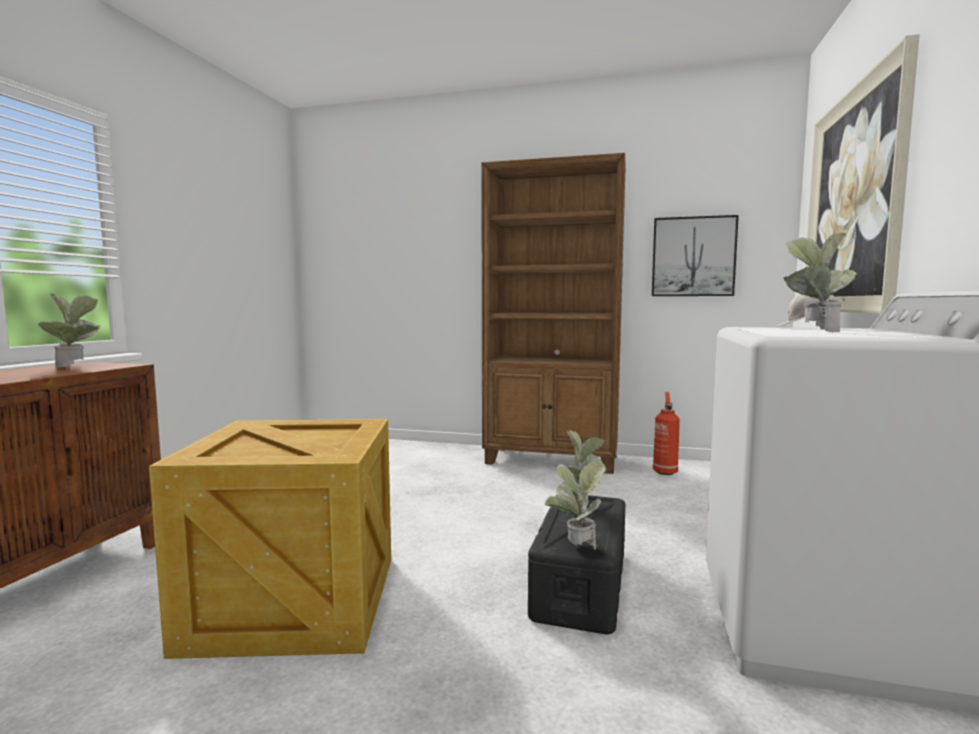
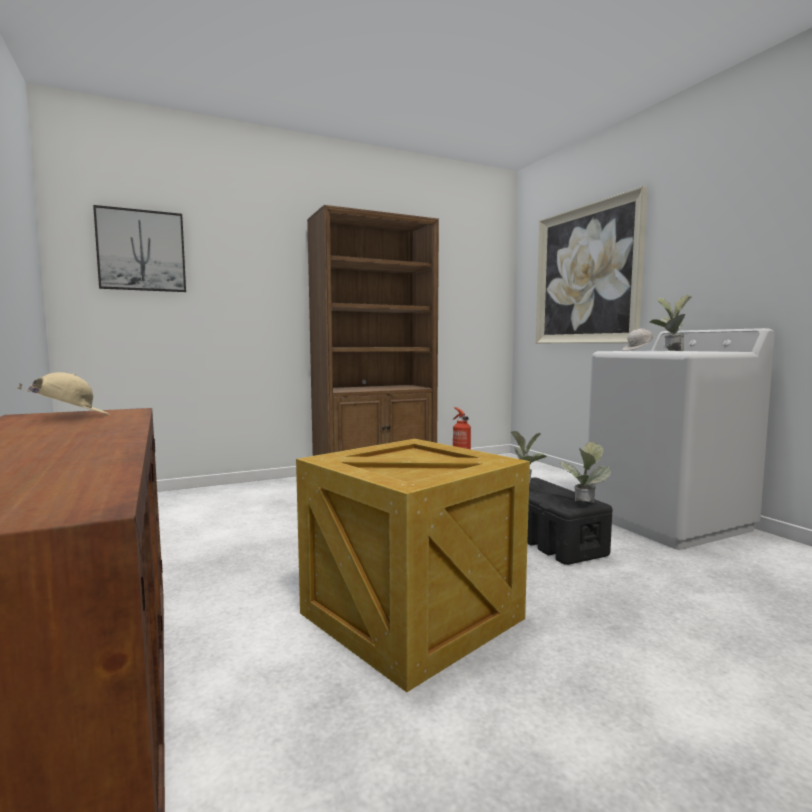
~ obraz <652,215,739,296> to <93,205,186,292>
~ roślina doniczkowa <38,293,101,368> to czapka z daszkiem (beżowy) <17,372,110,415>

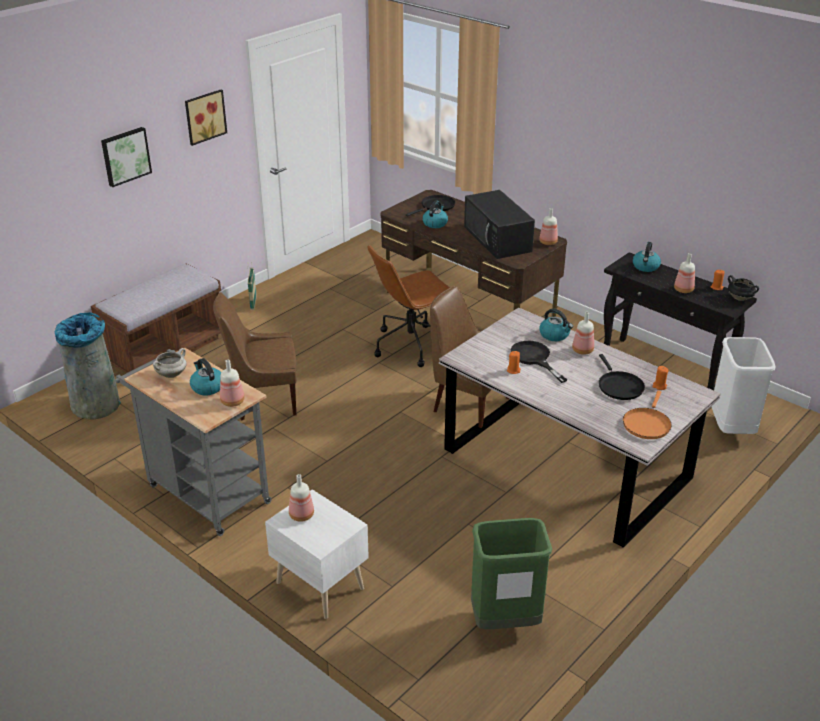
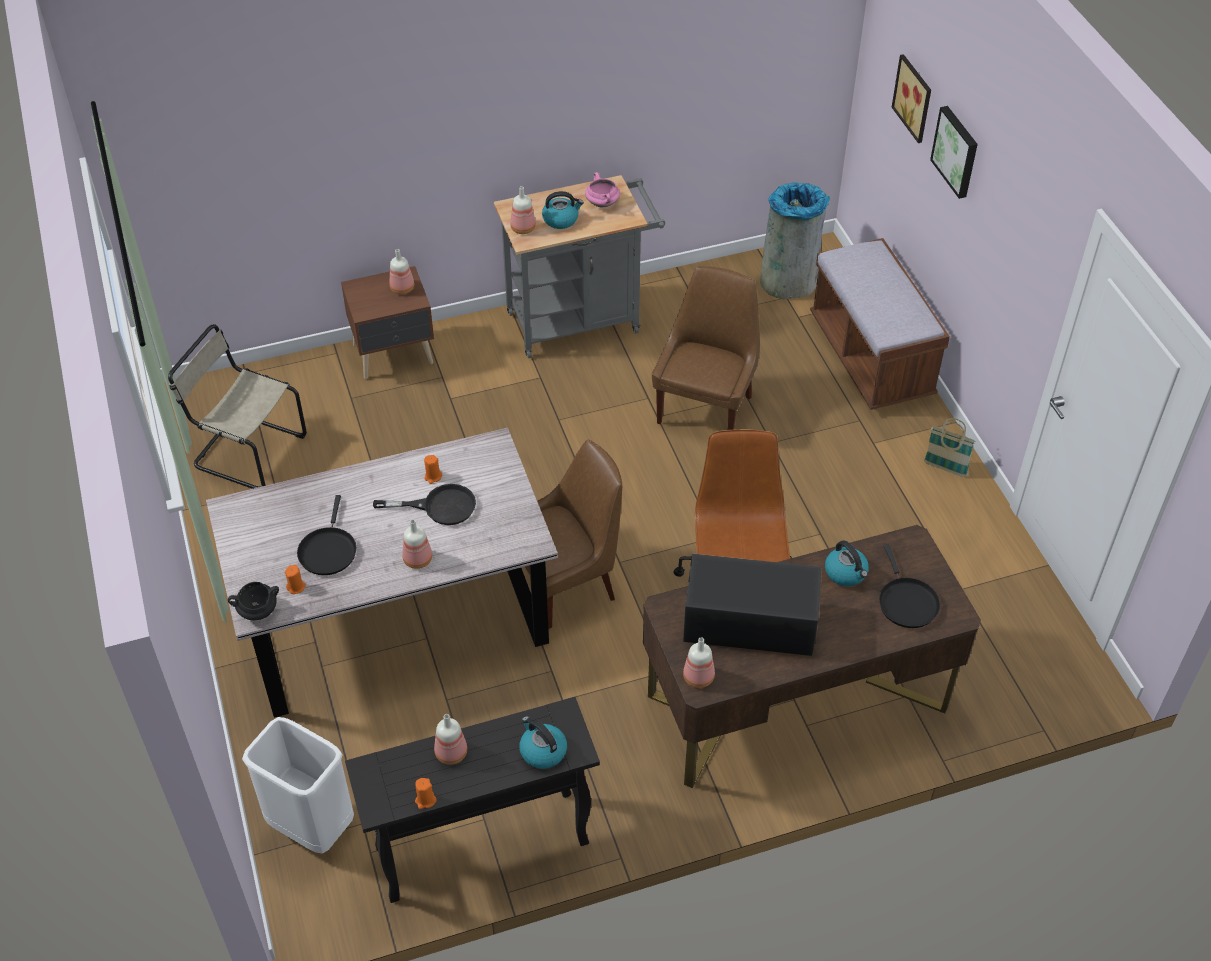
- czajnik <539,309,573,341>
- patelnia (pomarańczowy) <623,390,672,439>
~ obraz <185,90,227,146> to <892,54,931,143>
~ garnek (czarny) <728,275,759,301> to <228,582,279,620>
~ kosz na śmieci (zielony) <471,518,552,629> to krzesło (beżowy) <168,324,307,489>
~ garnek (biały) <153,348,187,378> to garnek (różowy) <585,172,620,207>
~ szafka nocna (biały) <265,489,369,619> to szafka nocna (brązowy) <341,266,434,379>
~ patelnia (czarny) <599,354,645,400> = <297,495,356,575> 105 degrees counterclockwise

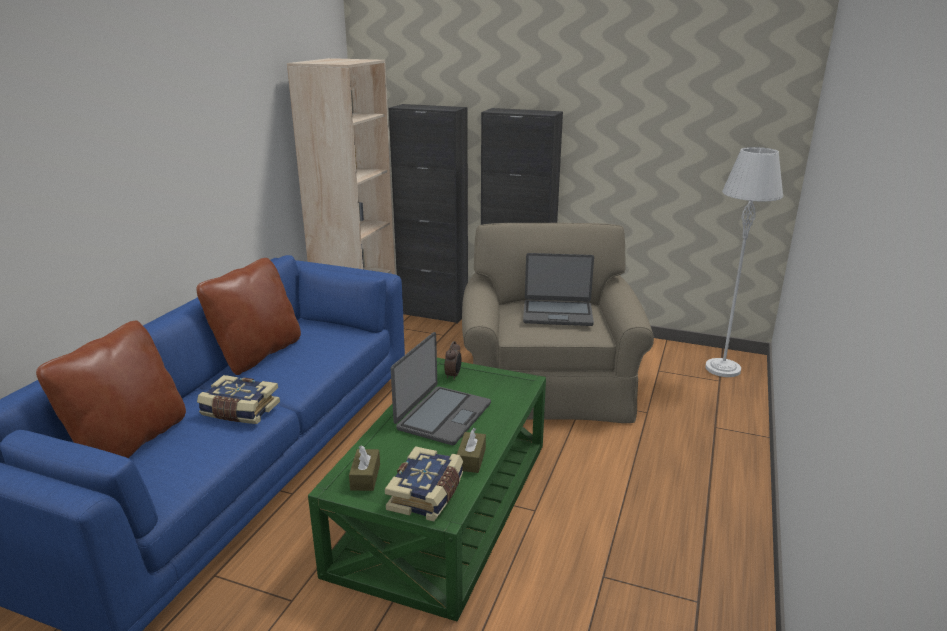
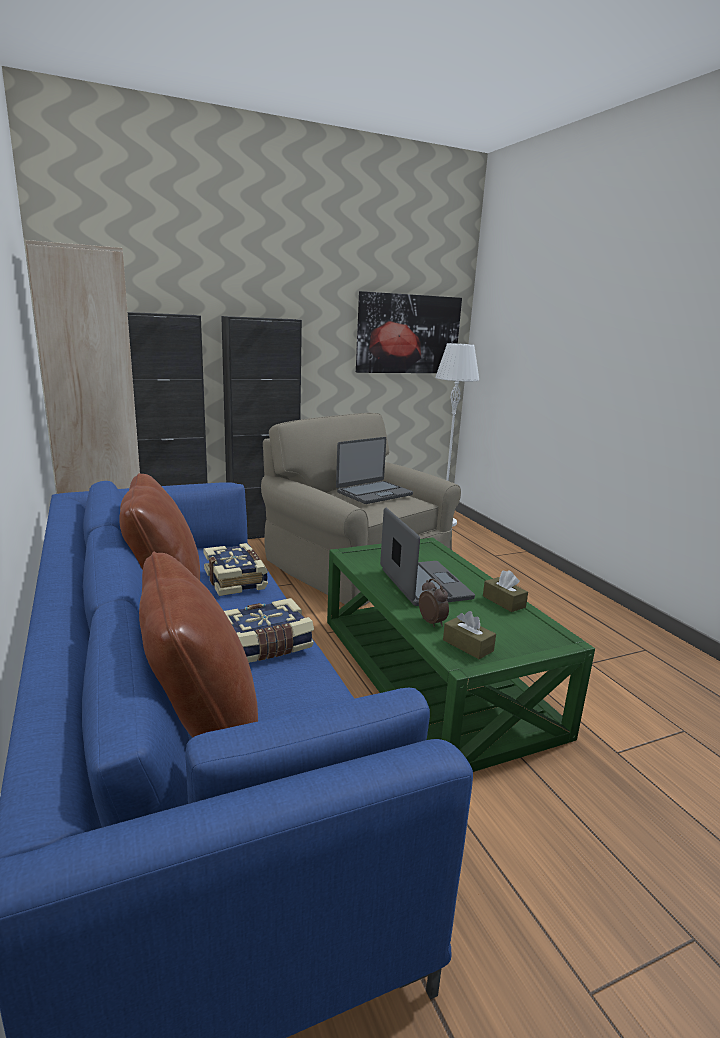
+ obraz <356,291,462,373>
~ książka <385,446,463,521> to <203,543,268,596>
~ budzik <444,341,462,380> to <419,578,449,627>

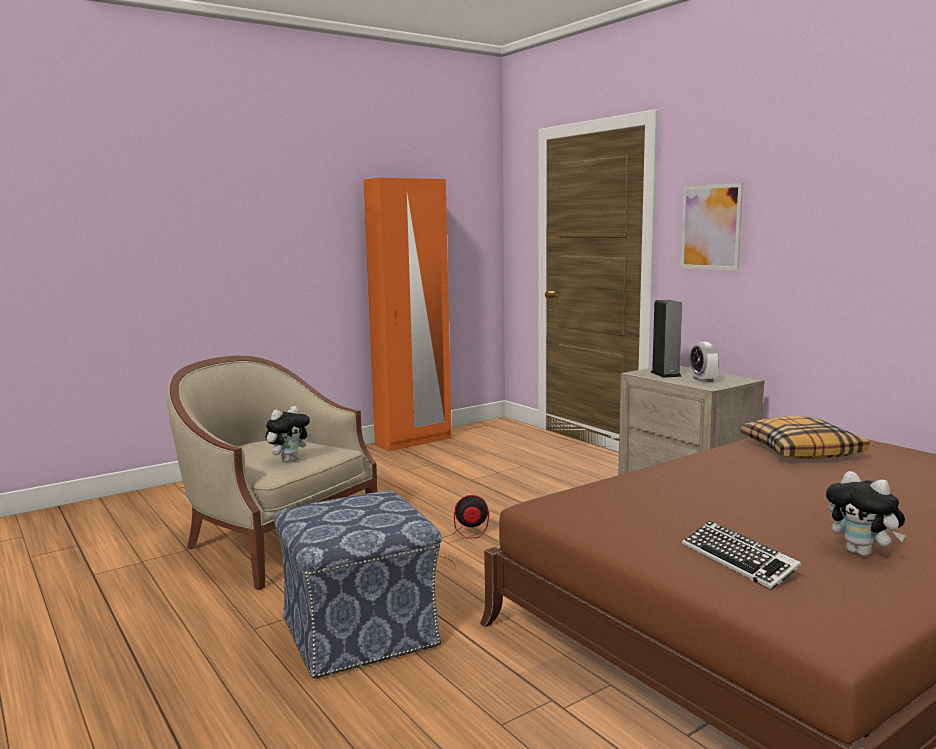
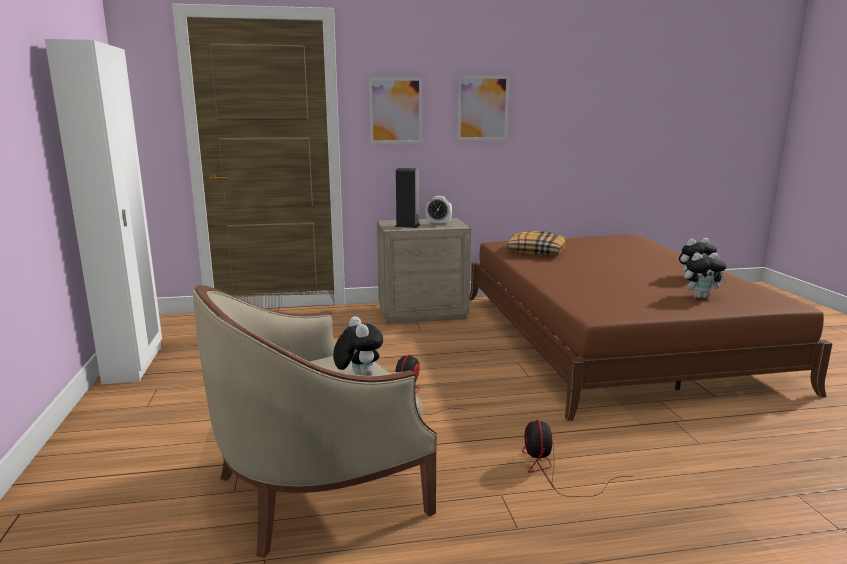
+ obraz <457,76,509,140>
~ pufa <274,491,442,679> to wentylator <522,420,633,497>
~ klawiatura <682,521,802,590> to pluszak <684,253,727,298>
~ szafa (pomarańczowy) <363,178,451,452> to szafa (biały) <45,39,162,384>

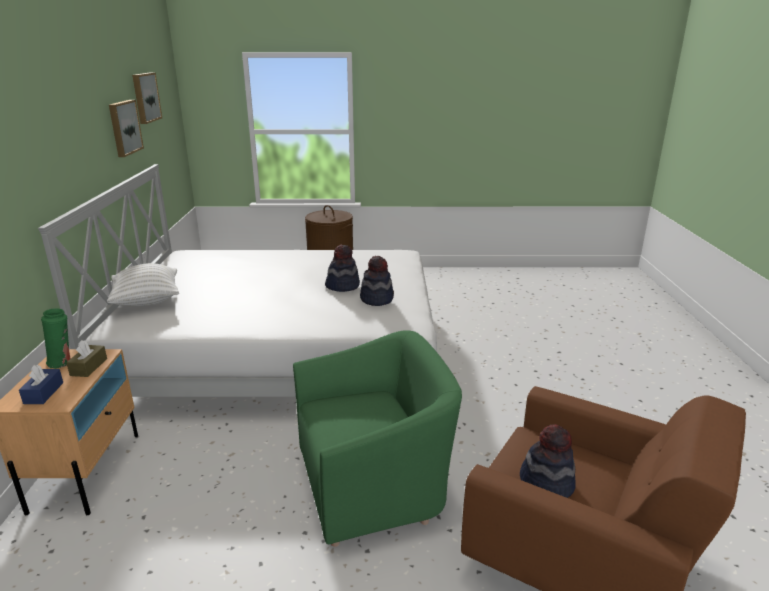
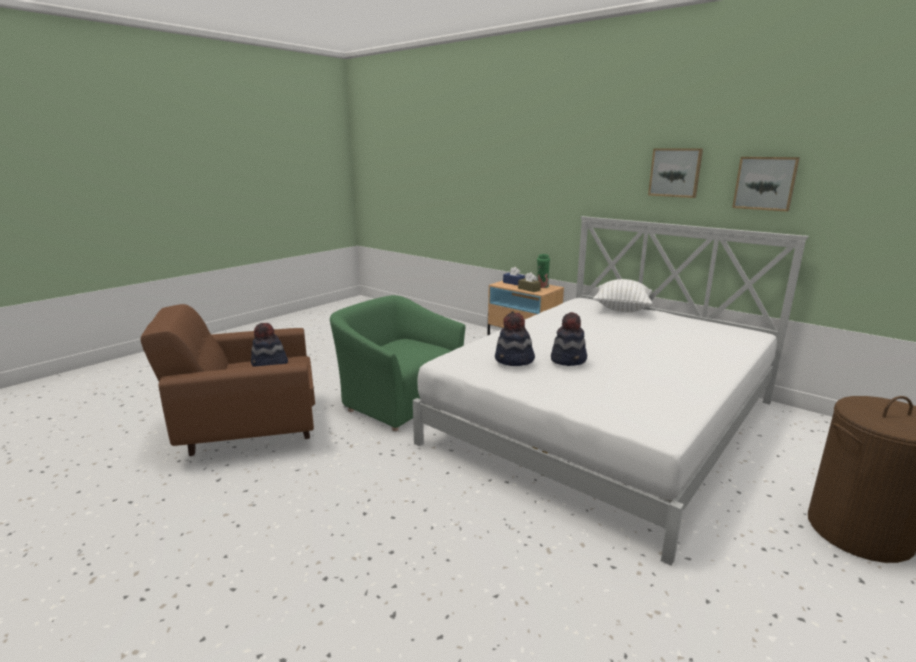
~ obraz <132,72,162,124> to <648,148,703,198>
~ fotel (zielony) <293,330,462,547> = <330,295,466,431> 105 degrees clockwise

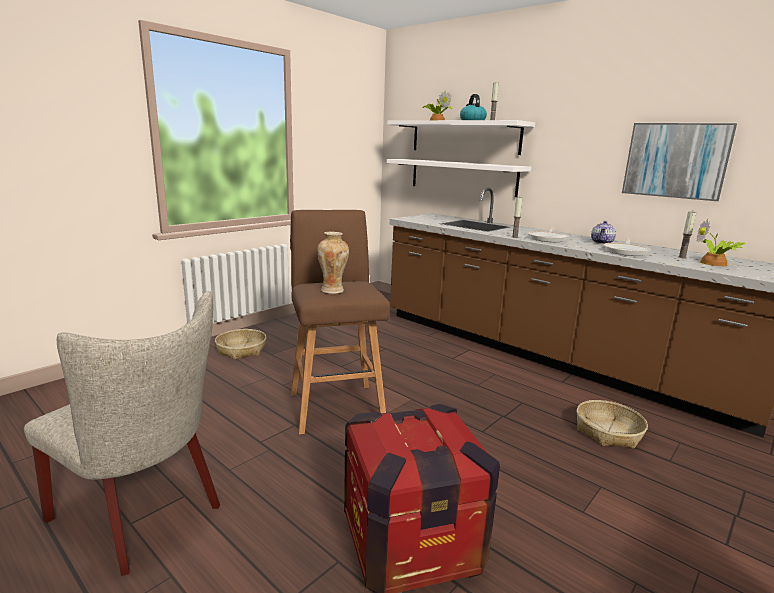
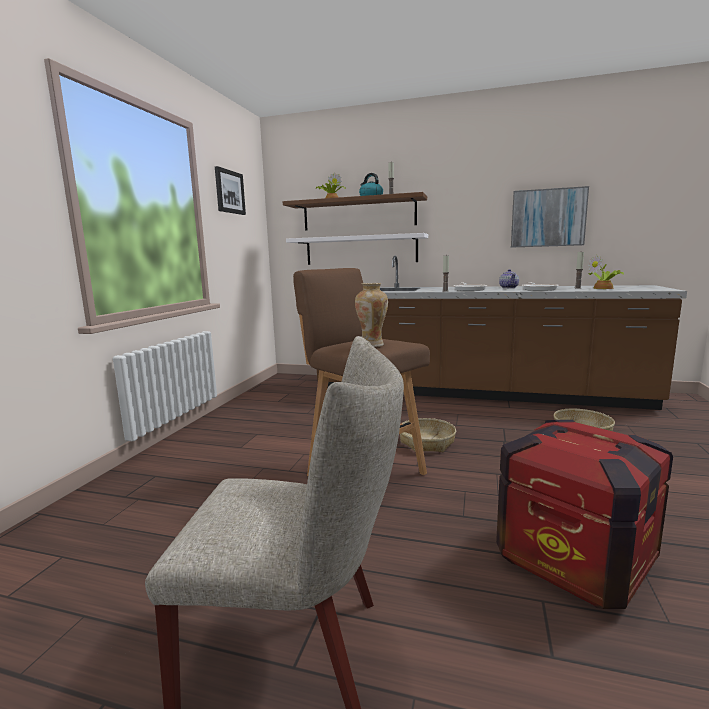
+ obraz <215,166,246,215>
~ koszyk <215,329,266,360> to <400,418,456,452>
~ półka (biały) <387,120,535,155> to półka (brązowy) <283,192,427,230>

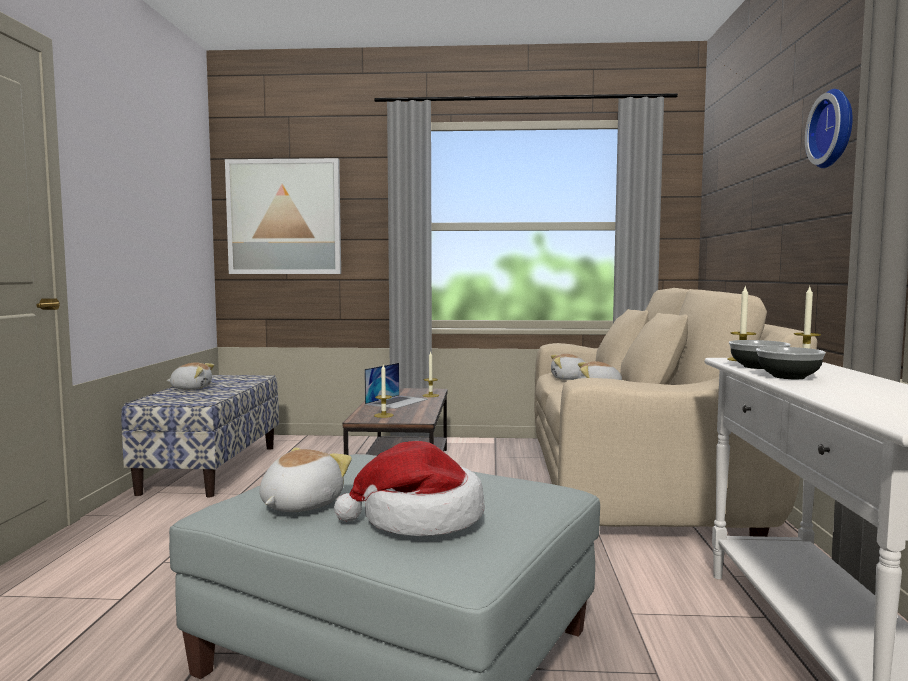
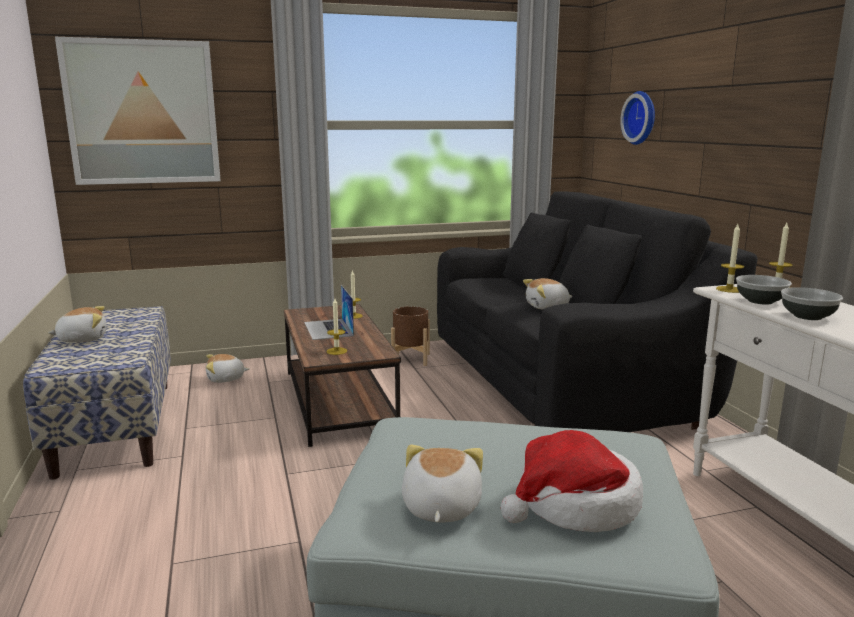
+ donica (brązowy) <391,306,430,366>
~ pluszak <551,354,585,380> to <206,354,249,383>
~ zegar ścienny <805,89,853,168> to <620,91,655,145>
~ kanapa (beżowy) <534,288,817,537> to kanapa (czarny) <437,191,757,432>
~ laptop <364,363,428,409> = <304,285,354,340> 150 degrees clockwise

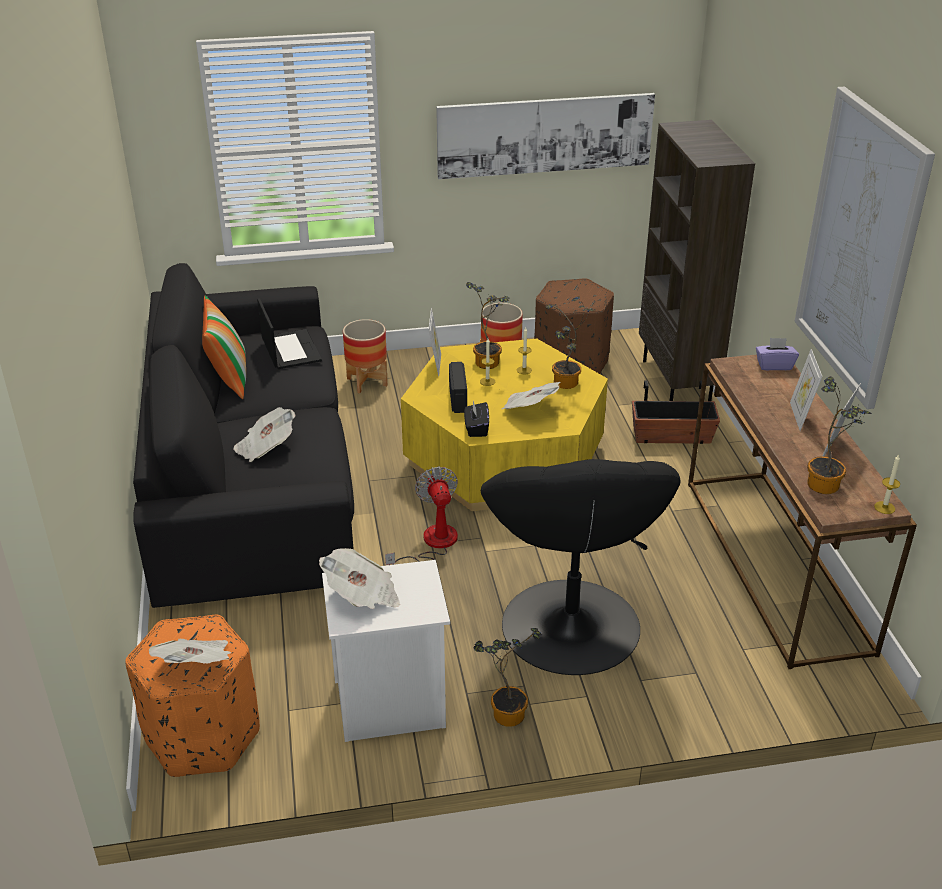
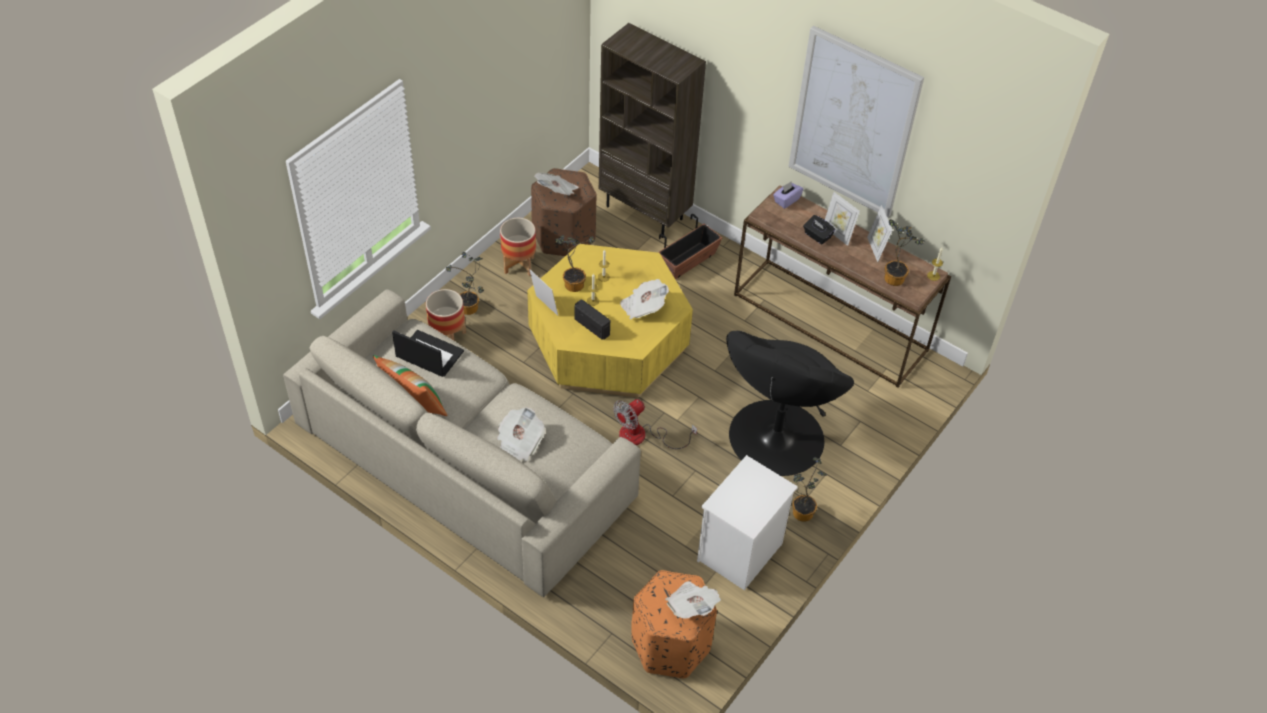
- obraz <436,93,655,179>
~ gazeta <319,548,400,609> to <534,172,579,196>
~ pudełko chusteczek (czarny) <464,401,489,437> to <803,215,835,244>
~ roślina doniczkowa <546,296,594,389> to <446,252,484,315>
~ kanapa (czarny) <133,263,354,608> to kanapa (beżowy) <283,289,641,597>
~ wentylator <385,466,458,565> = <613,399,697,449> 75 degrees counterclockwise
~ fotel (czarny) <481,459,681,675> = <726,331,854,476> 75 degrees clockwise

